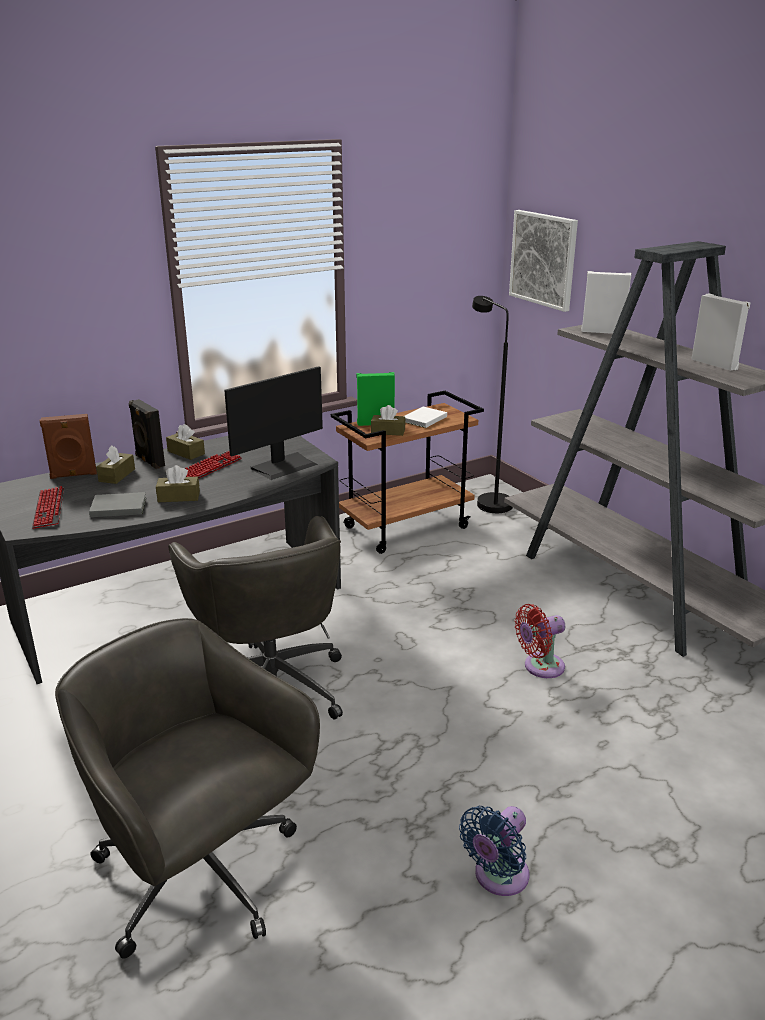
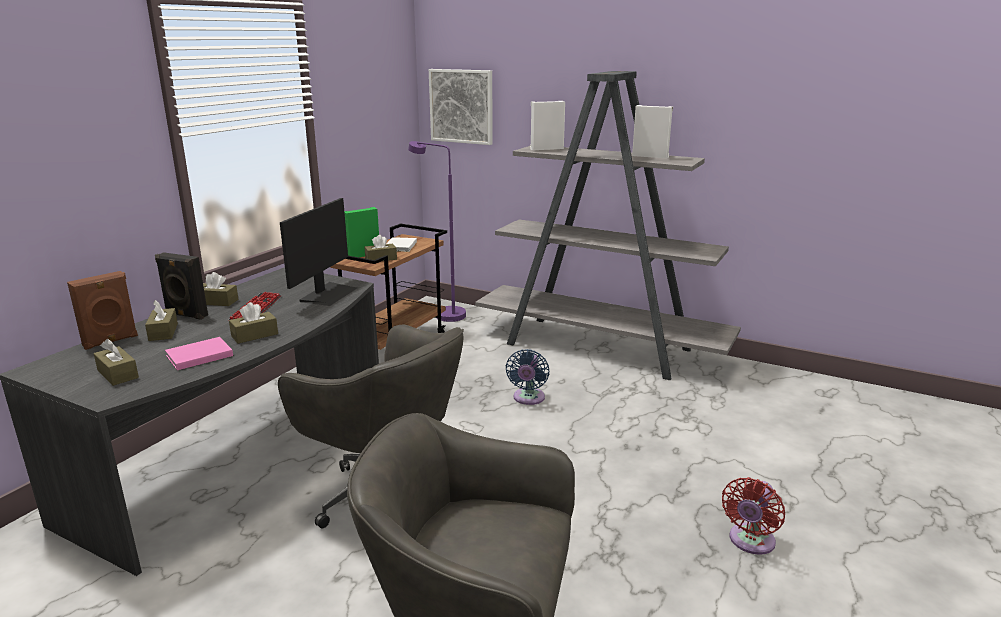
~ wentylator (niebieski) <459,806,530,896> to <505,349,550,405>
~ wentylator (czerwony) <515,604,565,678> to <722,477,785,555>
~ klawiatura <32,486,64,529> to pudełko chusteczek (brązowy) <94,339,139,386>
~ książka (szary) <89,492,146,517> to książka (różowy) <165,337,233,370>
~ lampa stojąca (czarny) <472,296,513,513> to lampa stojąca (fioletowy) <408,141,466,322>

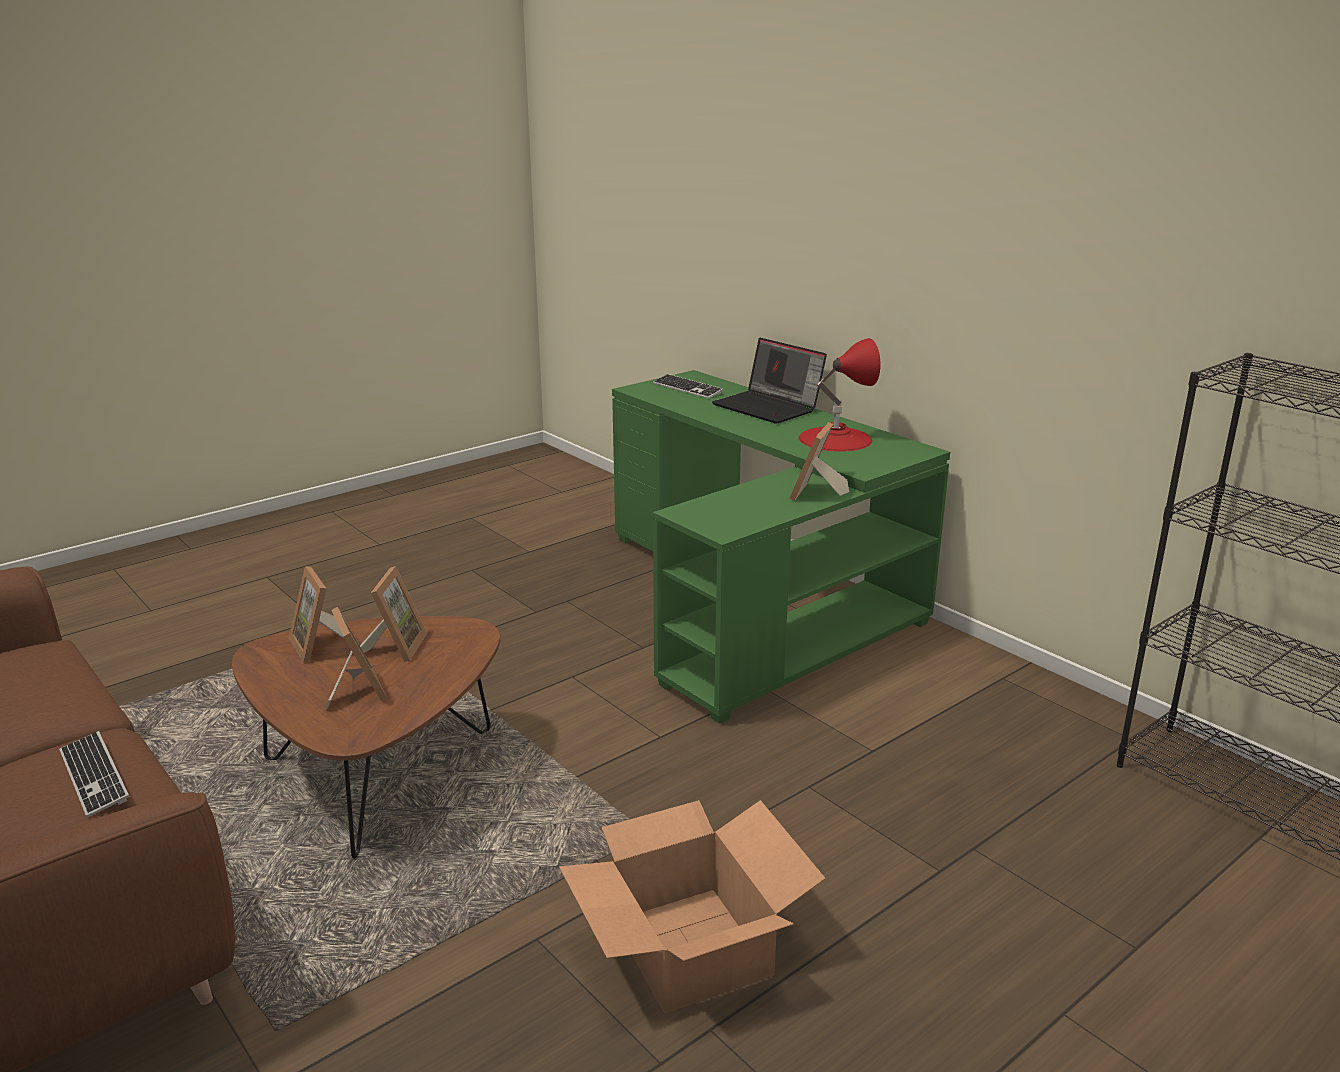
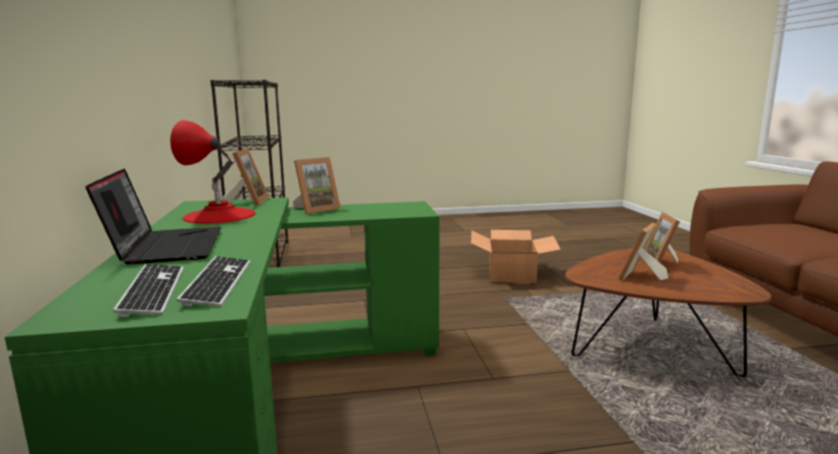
~ klawiatura <59,731,129,817> to <177,256,250,307>
~ ramka na zdjęcie <289,566,343,663> to <222,148,269,206>

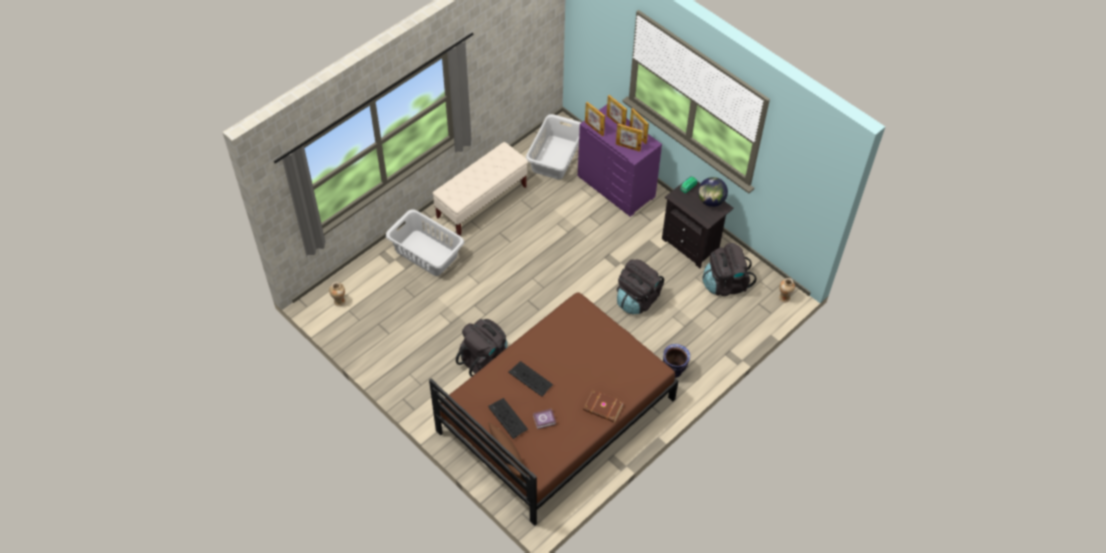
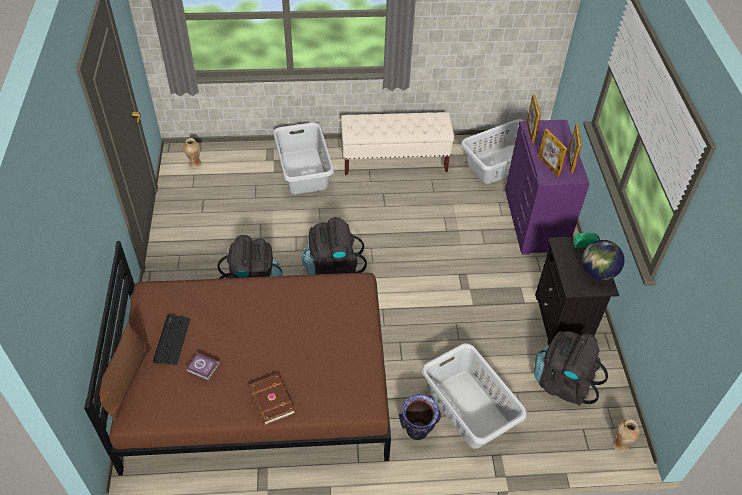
- klawiatura <509,361,553,397>
- ramka na zdjęcie <607,95,627,126>
+ kosz na pranie (szary) <422,343,527,449>
~ plecak (czarny) <617,259,664,315> to <302,217,367,275>

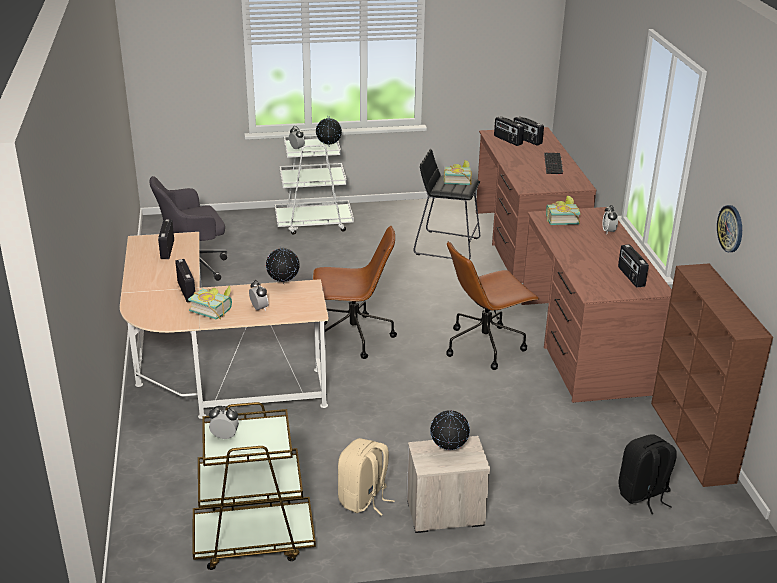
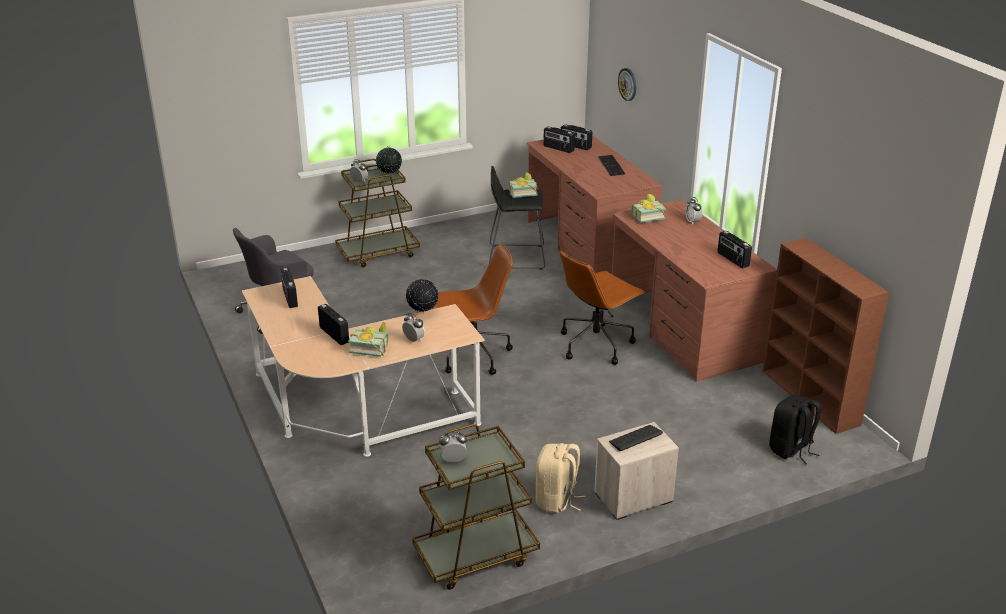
~ zegar ścienny <717,205,742,252> to <618,68,636,101>
~ globus <430,410,470,450> to klawiatura <609,425,663,451>
~ wózek (biały) <275,128,354,235> to wózek (brązowy) <335,159,420,267>

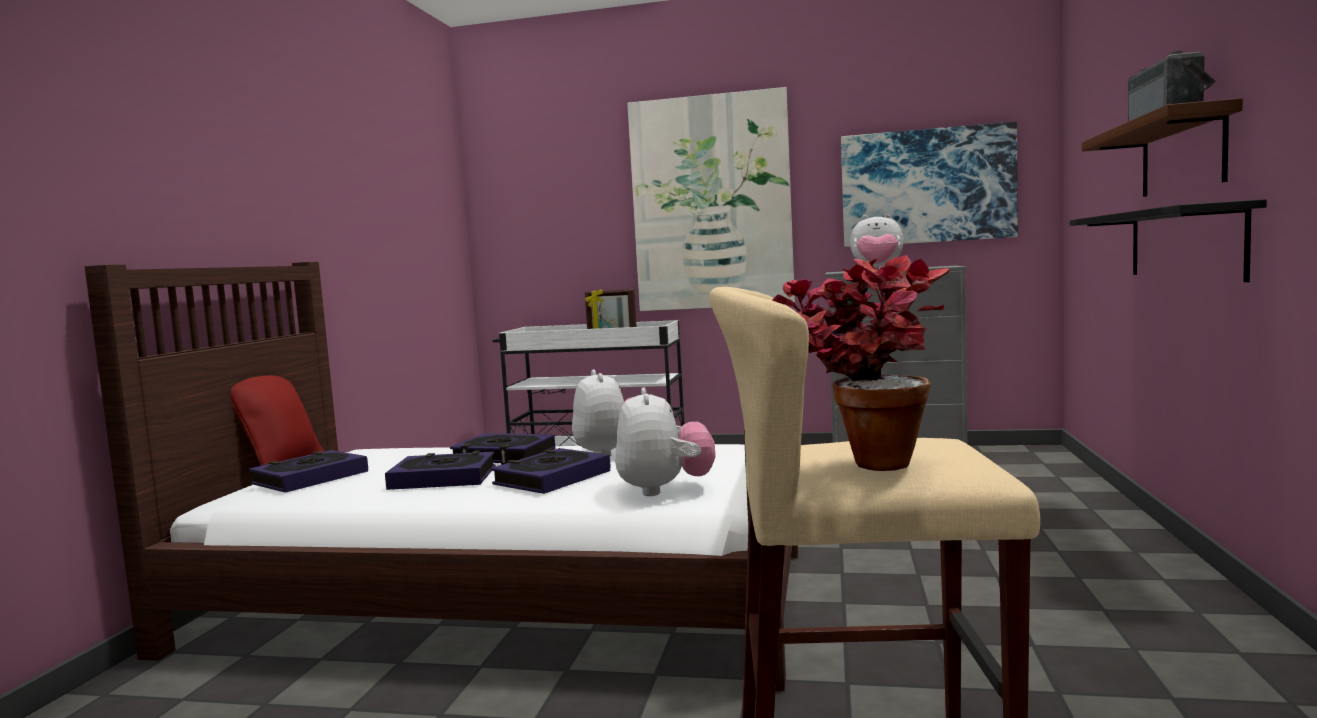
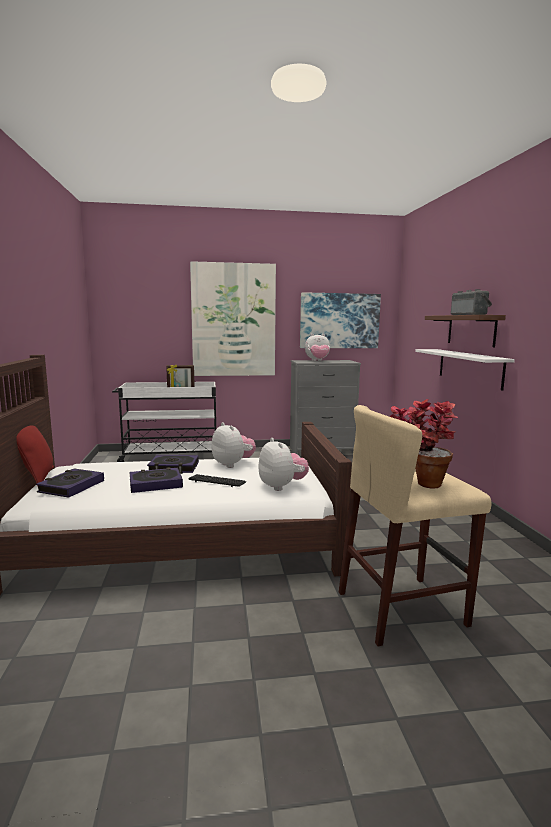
~ książka <491,448,611,494> to klawiatura <188,474,246,487>
~ półka (czarny) <1069,199,1267,282> to półka (biały) <415,349,515,391>

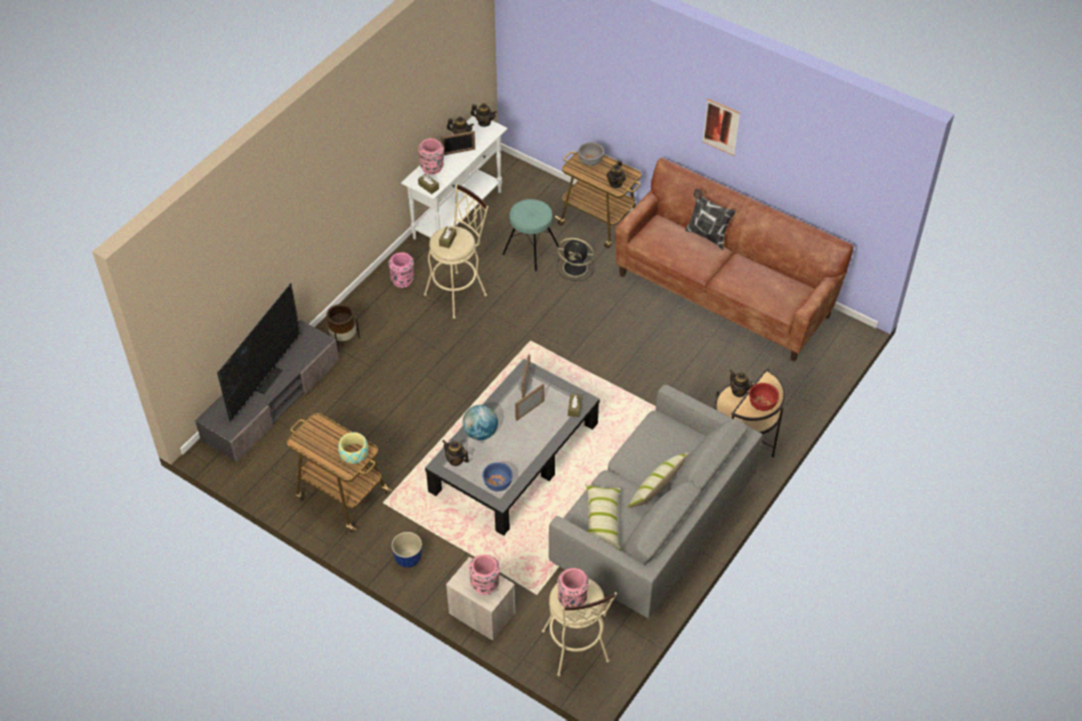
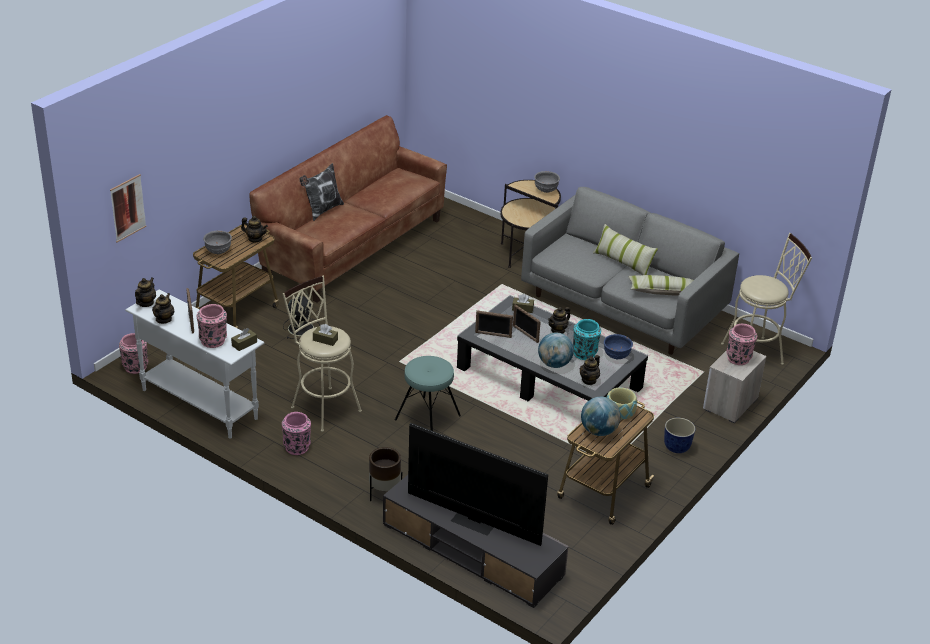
+ wazon (turkusowy) <573,319,601,360>
+ globus <581,397,621,436>
~ stołek (turkusowy) <503,199,560,272> to <395,356,461,431>
~ wazon (różowy) <557,568,589,607> to <119,333,148,374>
~ obraz <702,99,740,156> to <110,174,146,242>
~ imbryk <729,370,753,397> to <548,307,570,334>
~ miska (czerwony) <749,383,779,411> to miska (szary) <534,171,560,193>

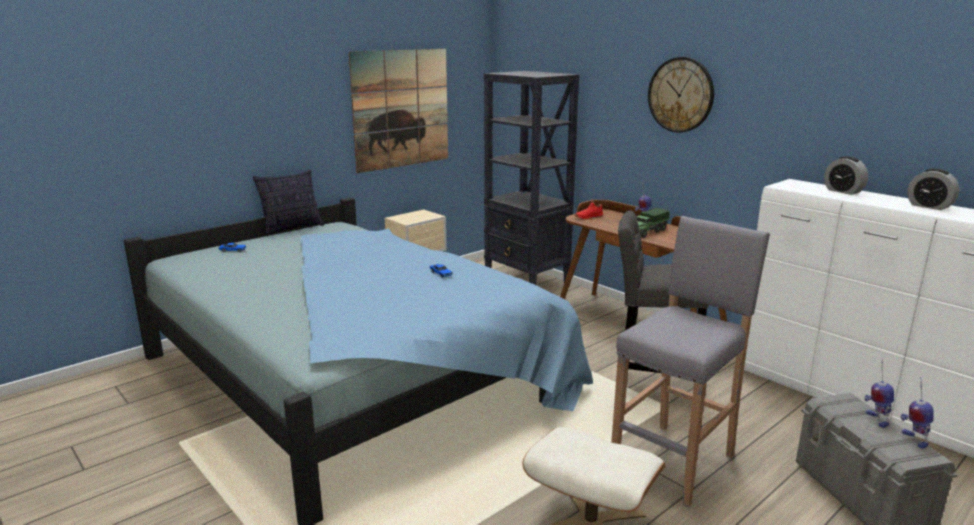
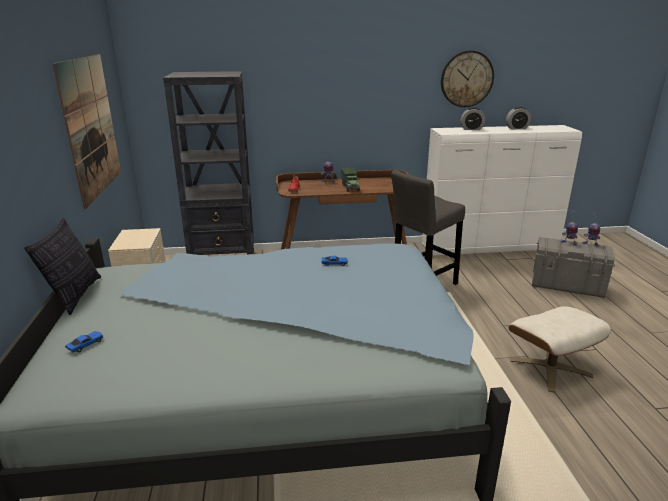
- stołek (szary) <611,216,770,507>
~ zegar ścienny <648,57,714,133> to <441,50,494,107>

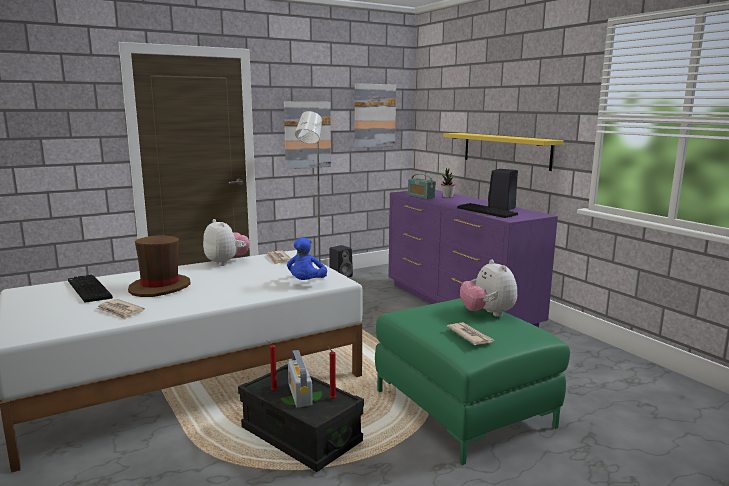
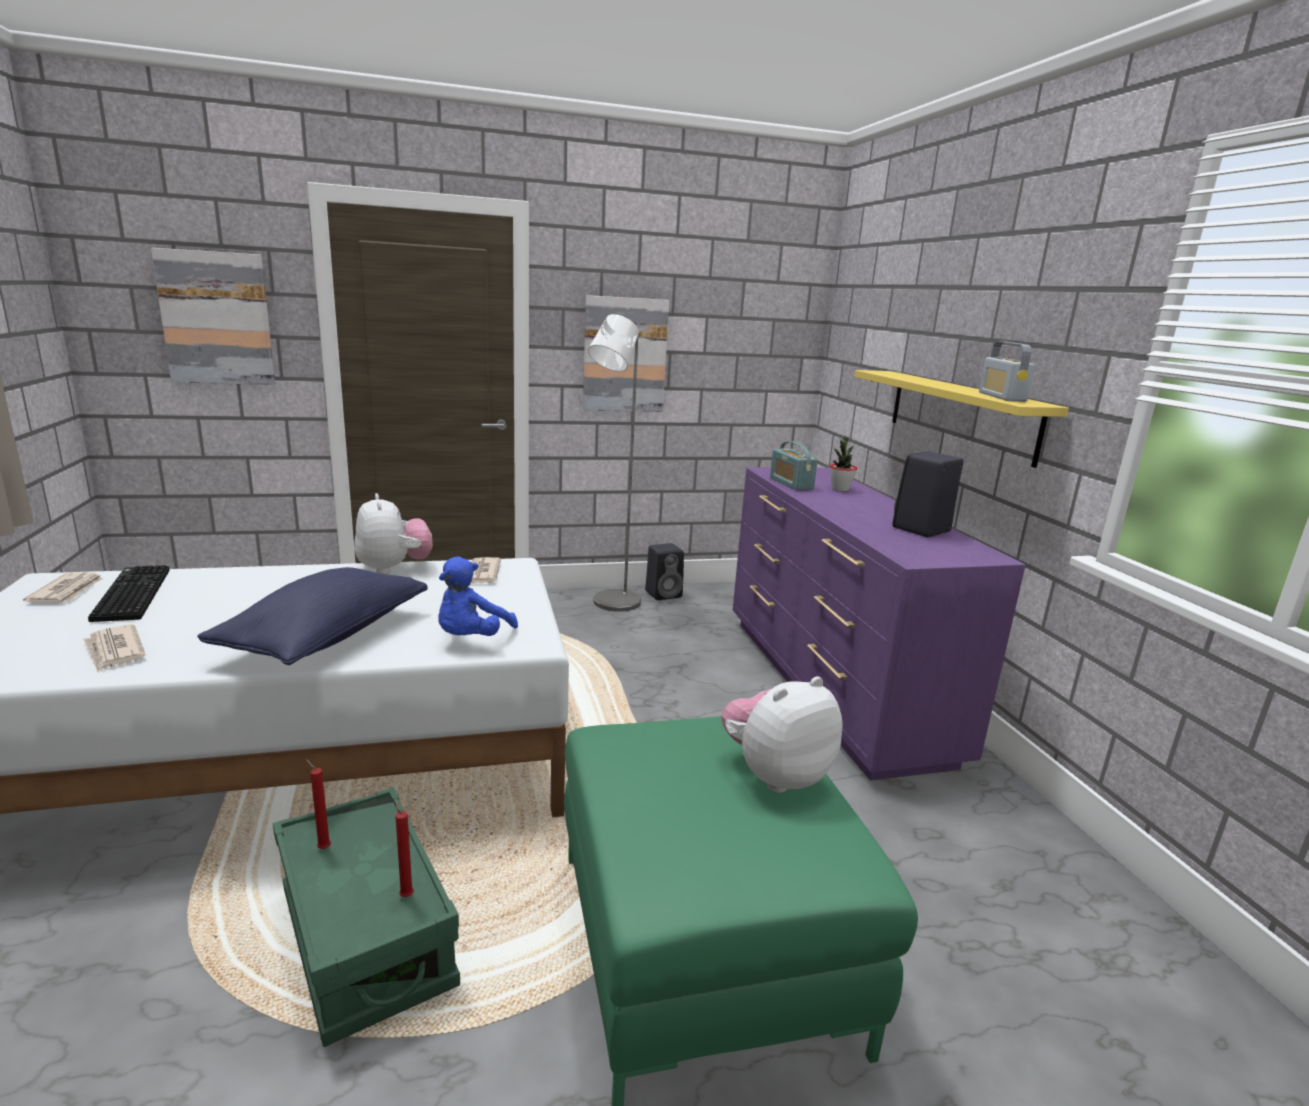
- kapelusz (brązowy) <128,235,191,297>
- klawiatura <457,203,518,218>
+ poduszka (niebieski) <197,567,428,665>
~ radio <288,350,312,408> to <979,341,1035,402>
~ obraz <355,83,396,148> to <151,248,275,385>
~ gazeta <447,322,494,345> to <23,572,104,602>
~ pojemnik do przechowywania (czarny) <238,364,364,472> to pojemnik do przechowywania (zielony) <273,787,460,1047>
~ pluszak <460,259,517,317> = <721,676,843,793> 60 degrees clockwise

